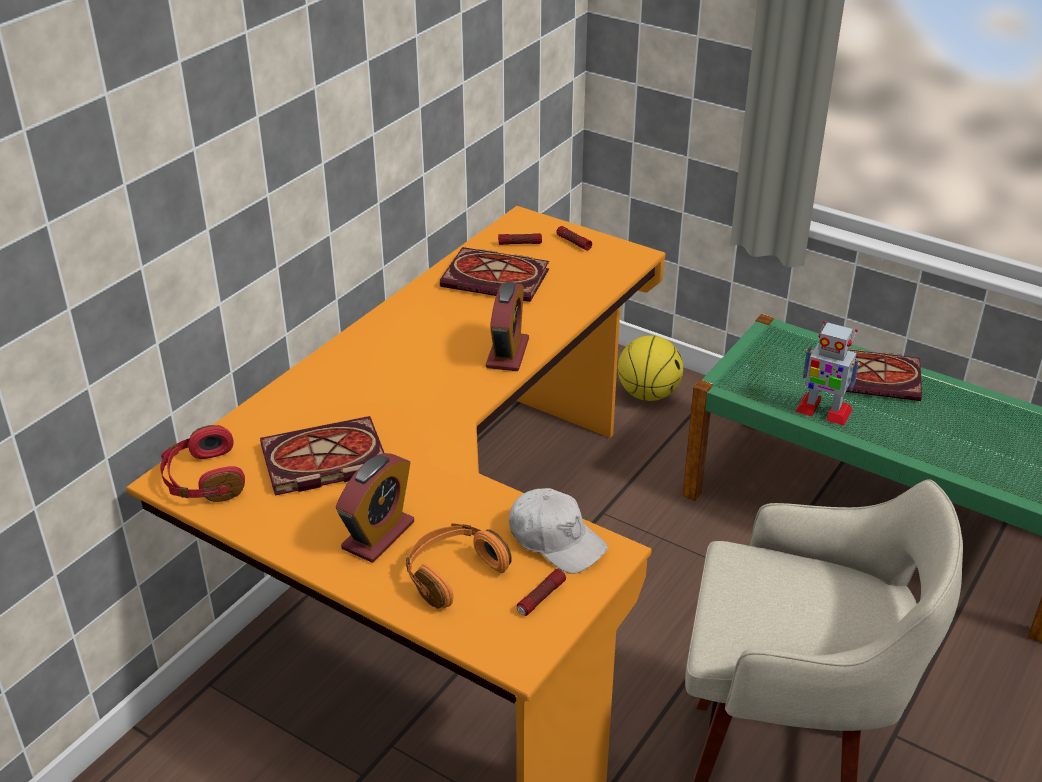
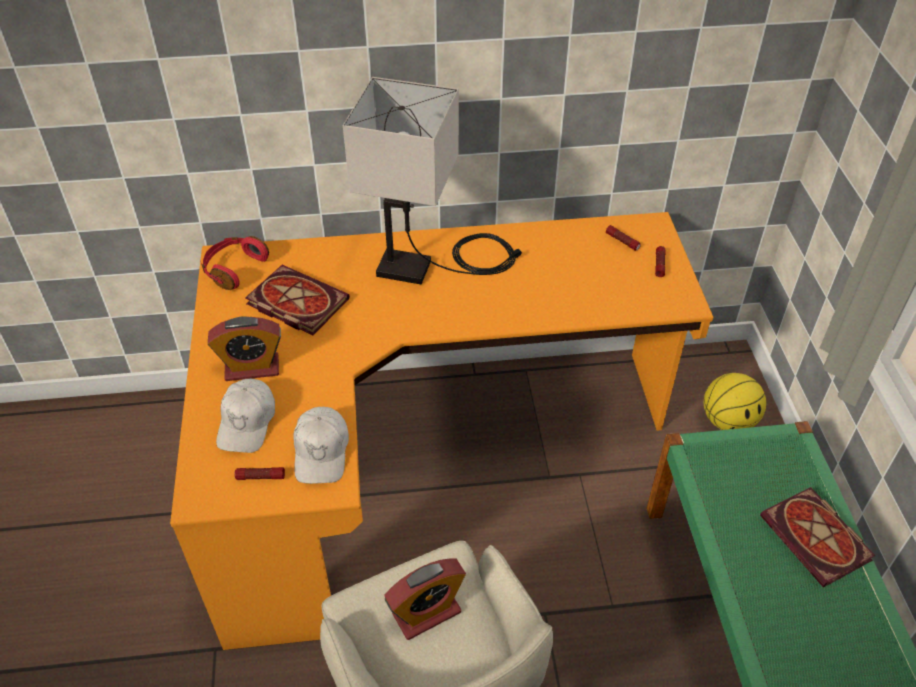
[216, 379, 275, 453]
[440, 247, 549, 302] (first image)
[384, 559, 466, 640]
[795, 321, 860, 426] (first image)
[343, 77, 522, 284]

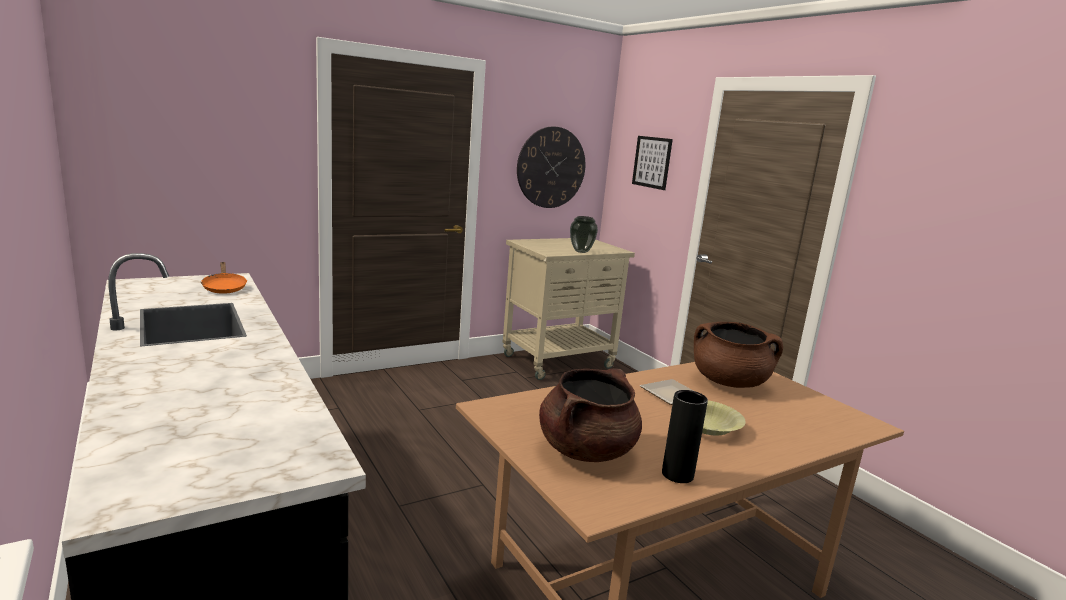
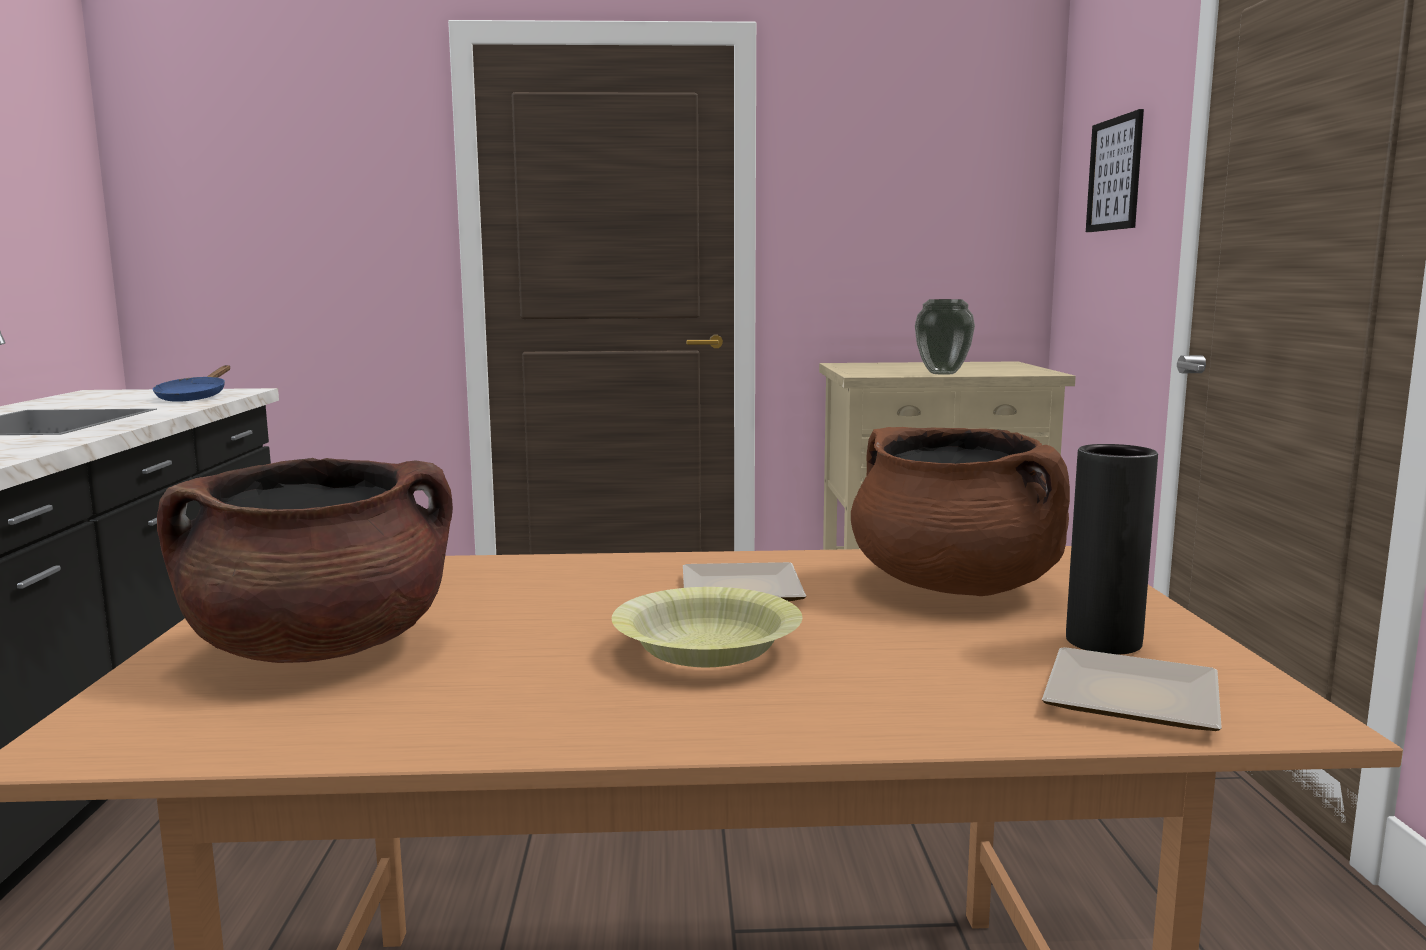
[153, 365, 230, 402]
[517, 126, 585, 208] (first image)
[1066, 444, 1158, 654]
[1042, 647, 1222, 731]

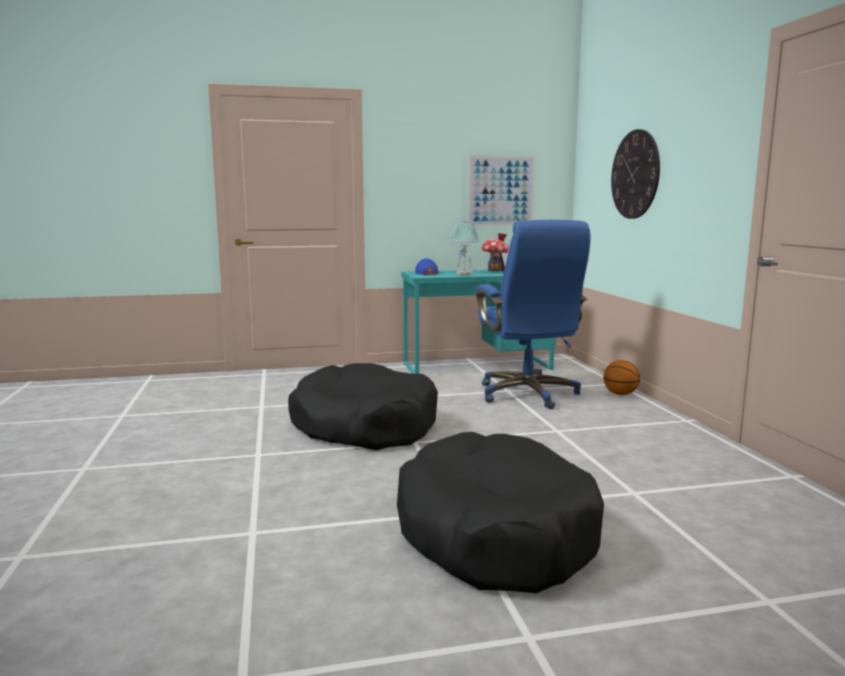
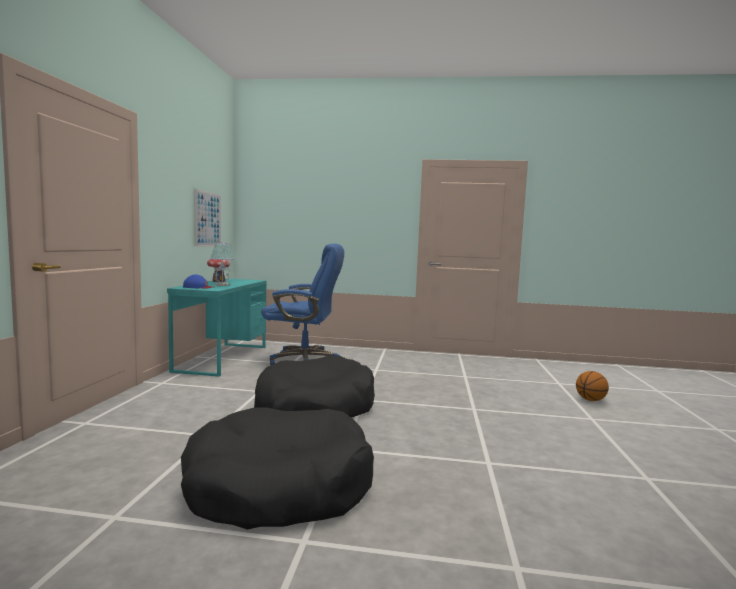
[181, 407, 374, 530]
[576, 371, 609, 401]
[611, 129, 660, 219] (first image)

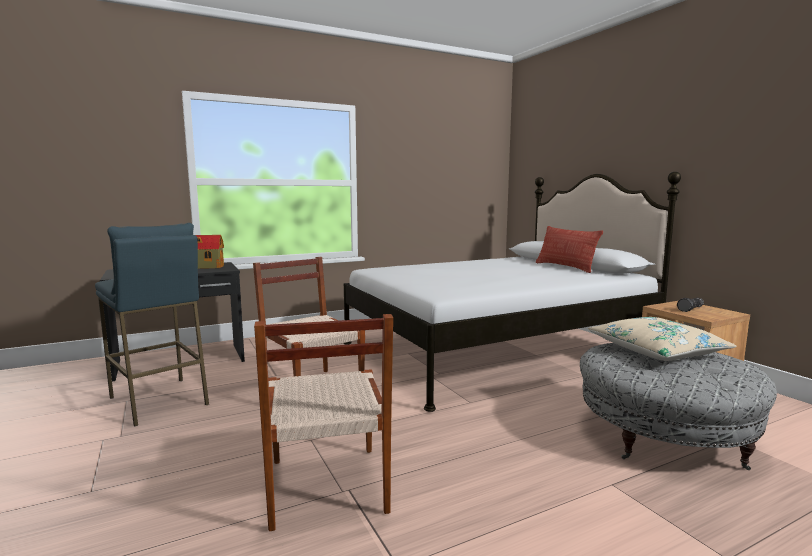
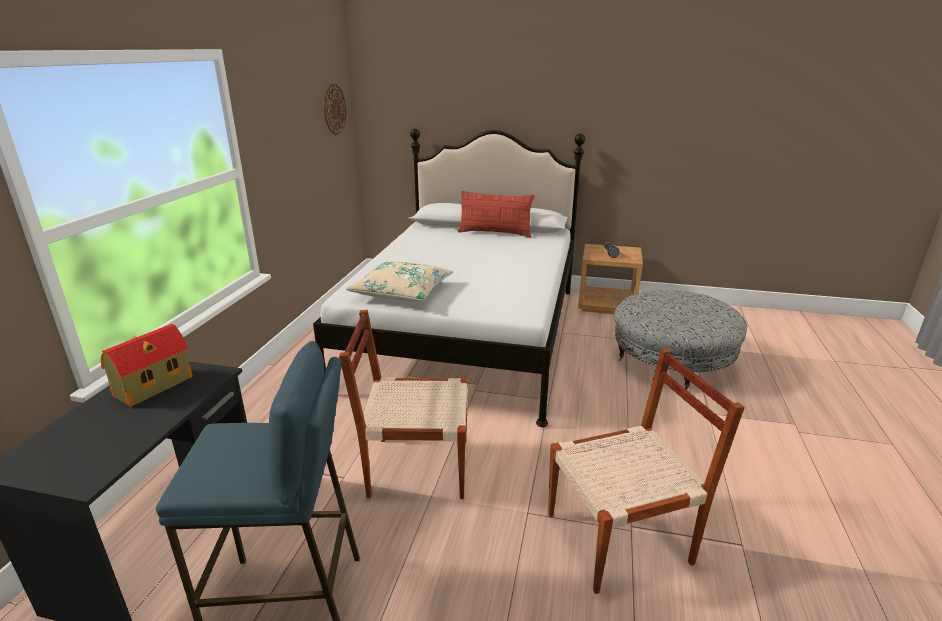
[548, 349, 745, 594]
[346, 261, 454, 302]
[324, 84, 347, 135]

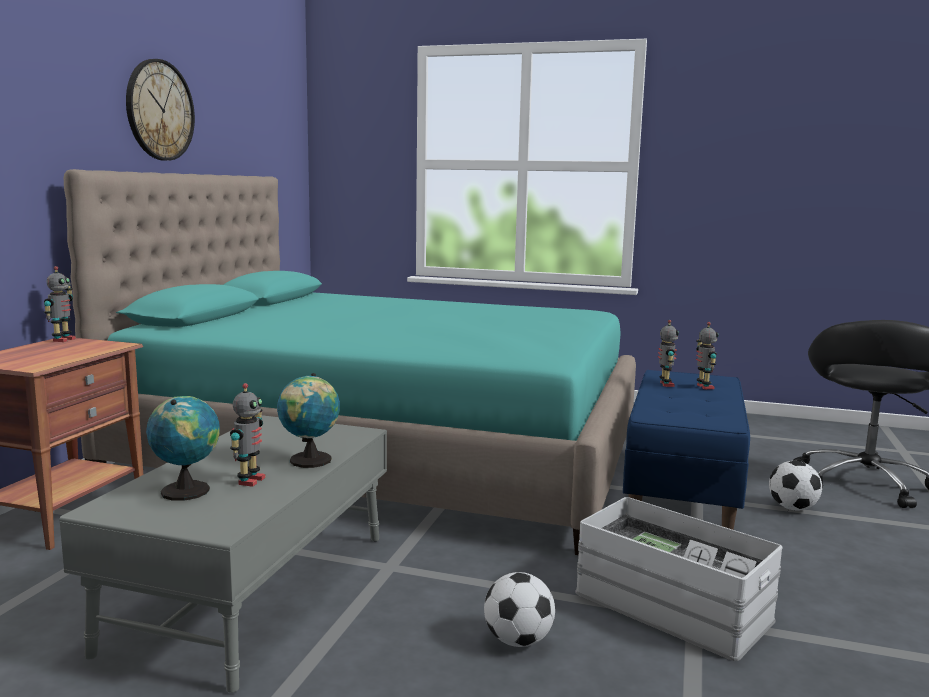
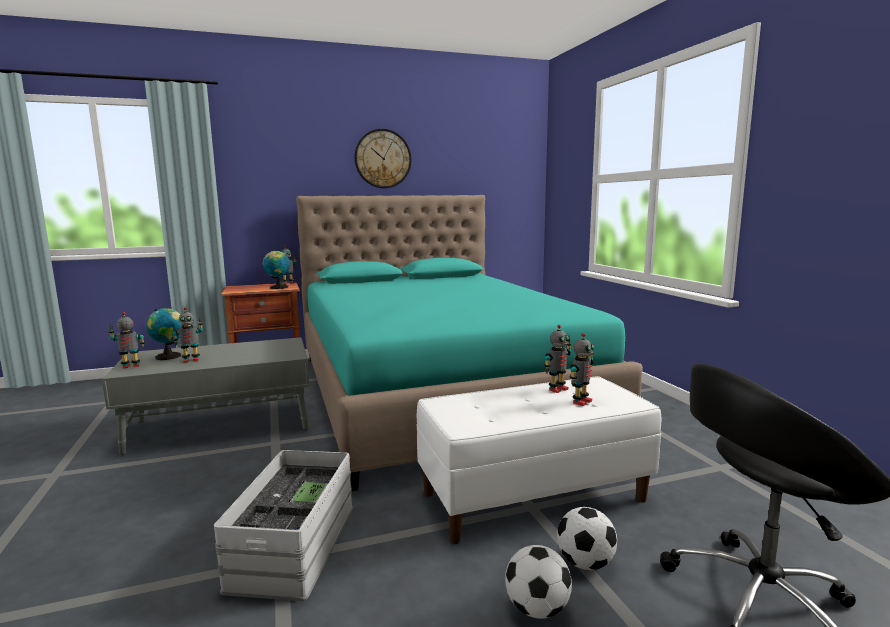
[263, 250, 290, 289]
[505, 545, 572, 619]
[416, 376, 661, 544]
[109, 312, 145, 368]

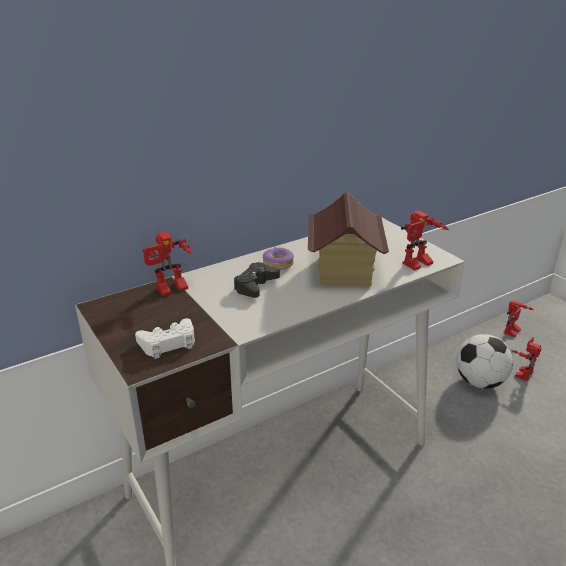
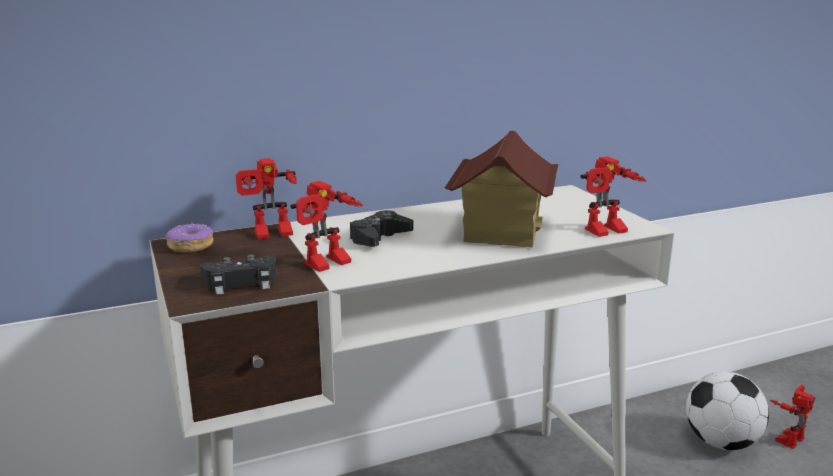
[200, 255, 277, 295]
[165, 222, 214, 252]
[291, 181, 363, 272]

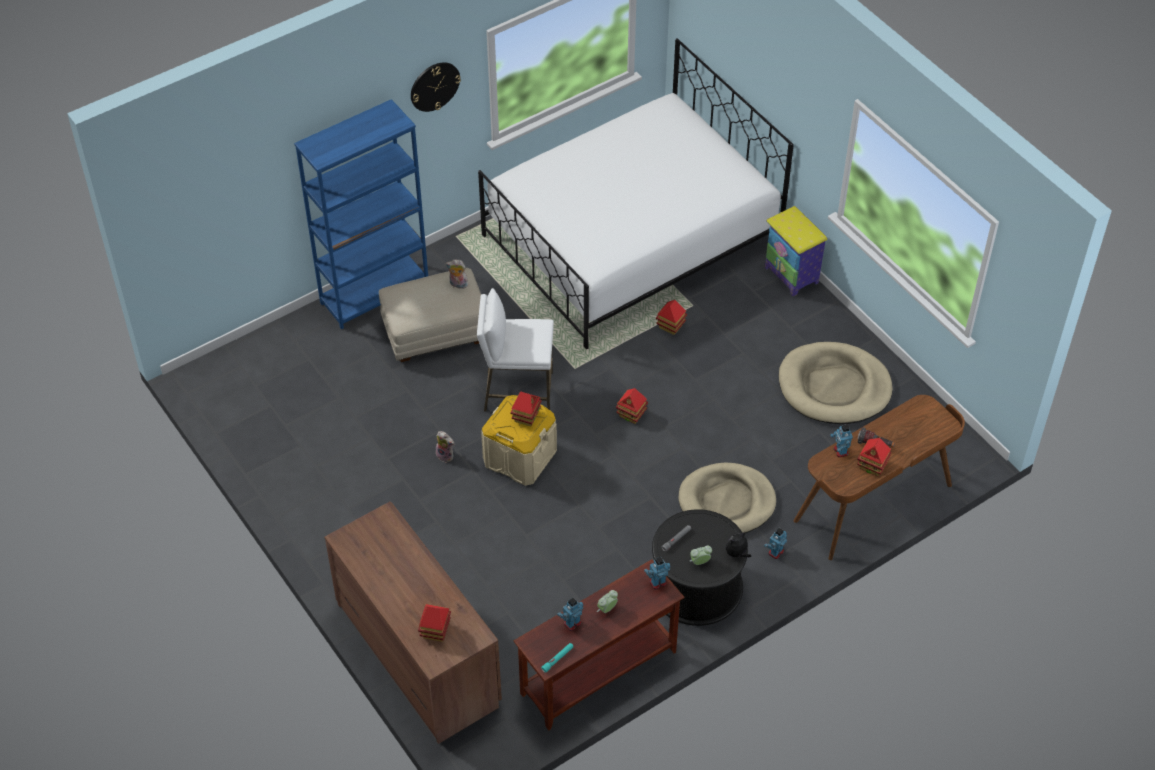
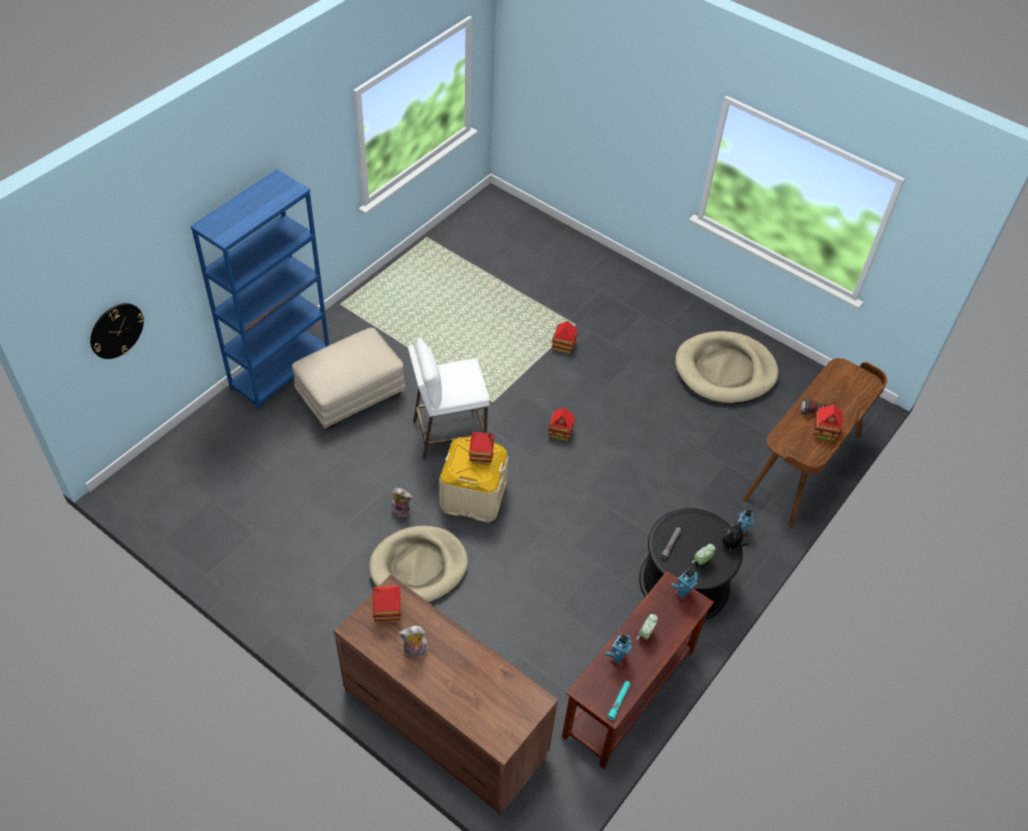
[90, 303, 144, 359]
[373, 586, 401, 623]
[398, 626, 428, 656]
[478, 38, 794, 350] (first image)
[369, 526, 468, 603]
[765, 206, 828, 296] (first image)
[830, 424, 853, 457] (first image)

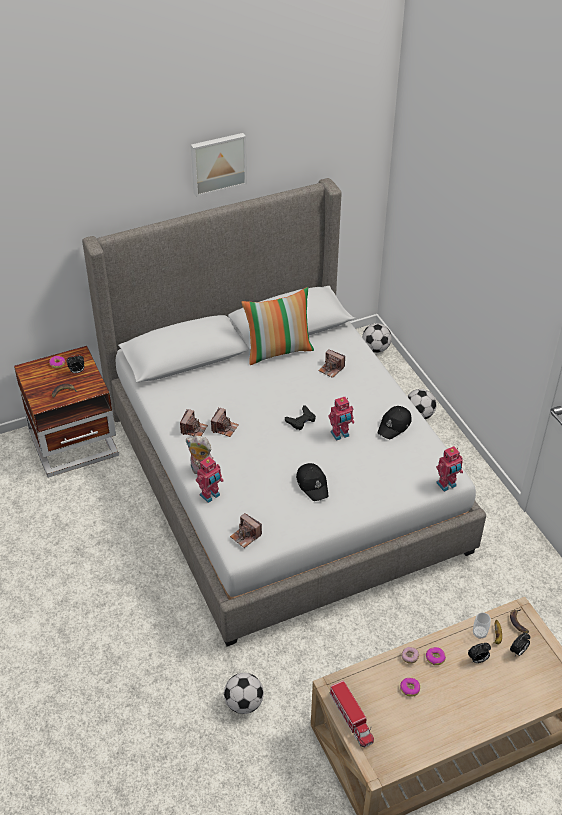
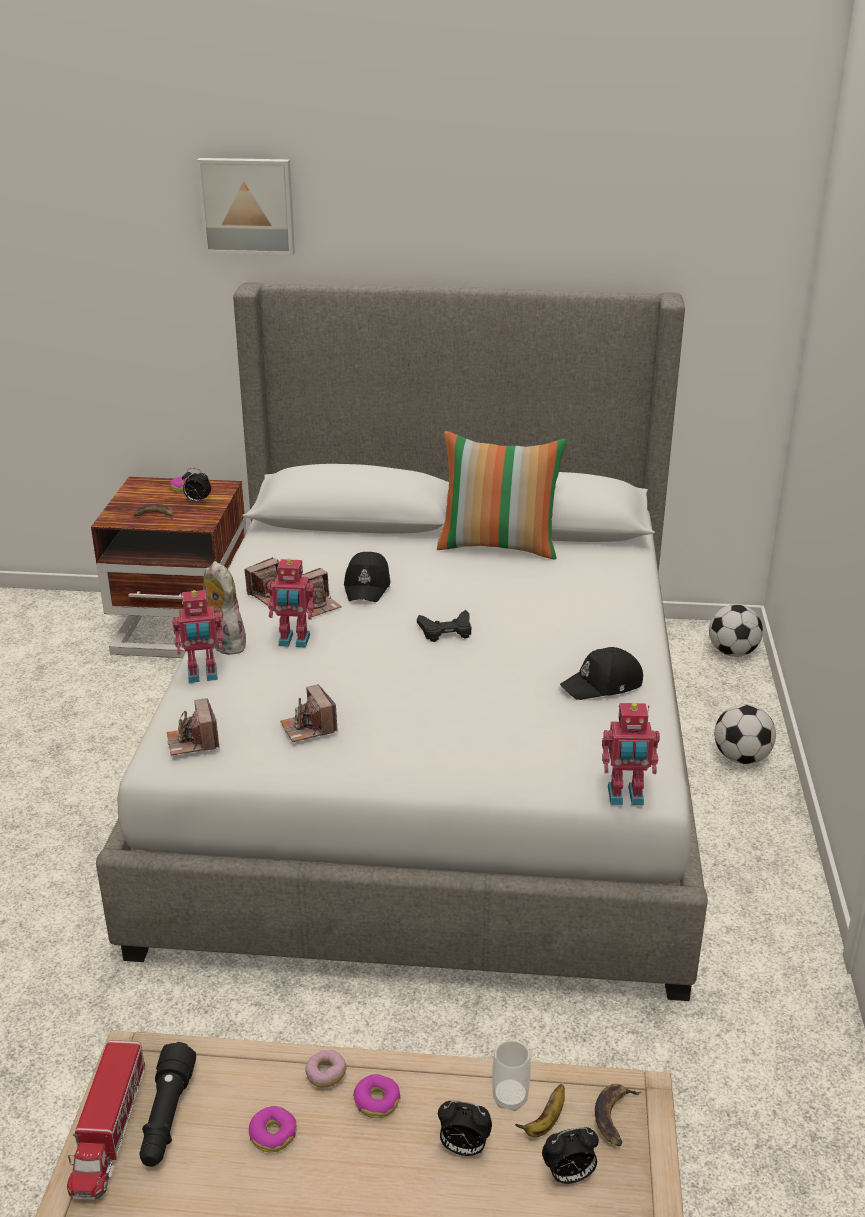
[196, 158, 295, 255]
[224, 673, 264, 714] (first image)
[344, 552, 390, 602]
[280, 684, 338, 742]
[268, 559, 316, 647]
[139, 1042, 196, 1167]

